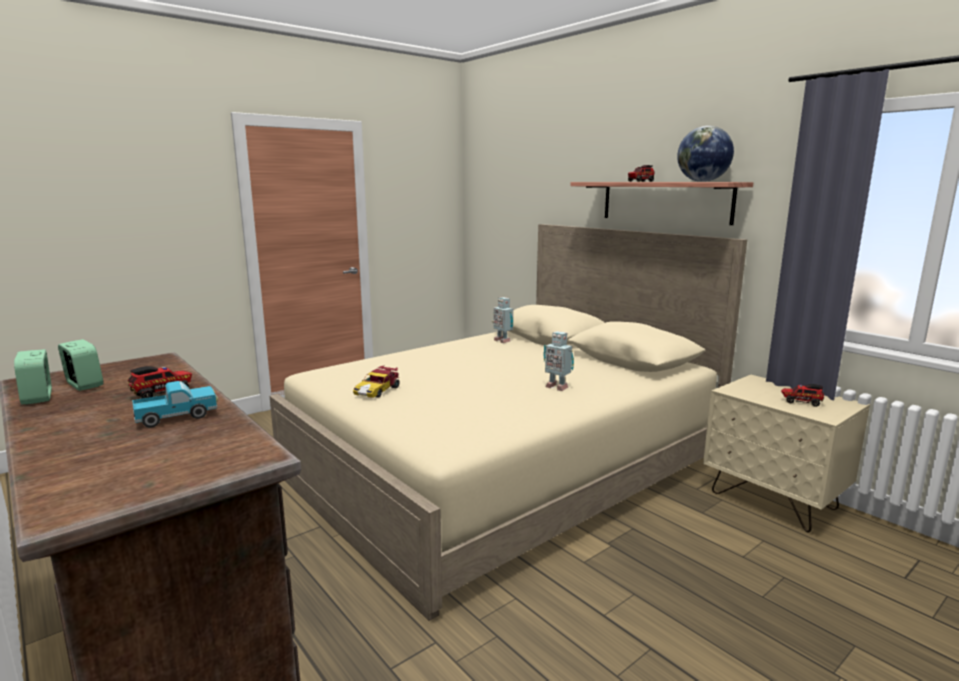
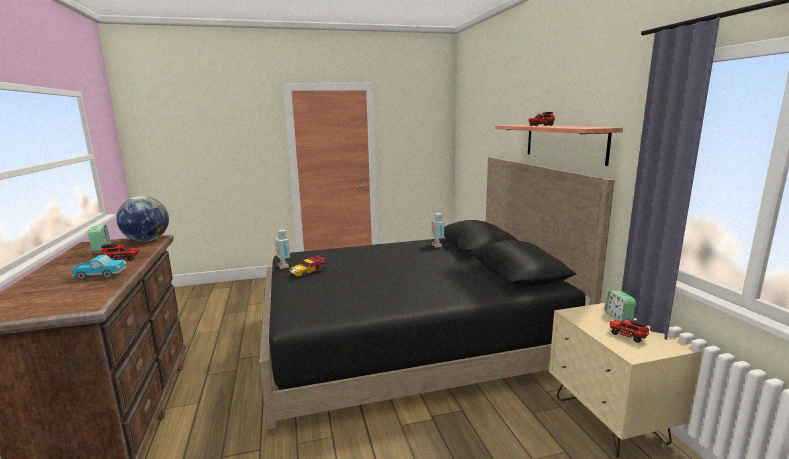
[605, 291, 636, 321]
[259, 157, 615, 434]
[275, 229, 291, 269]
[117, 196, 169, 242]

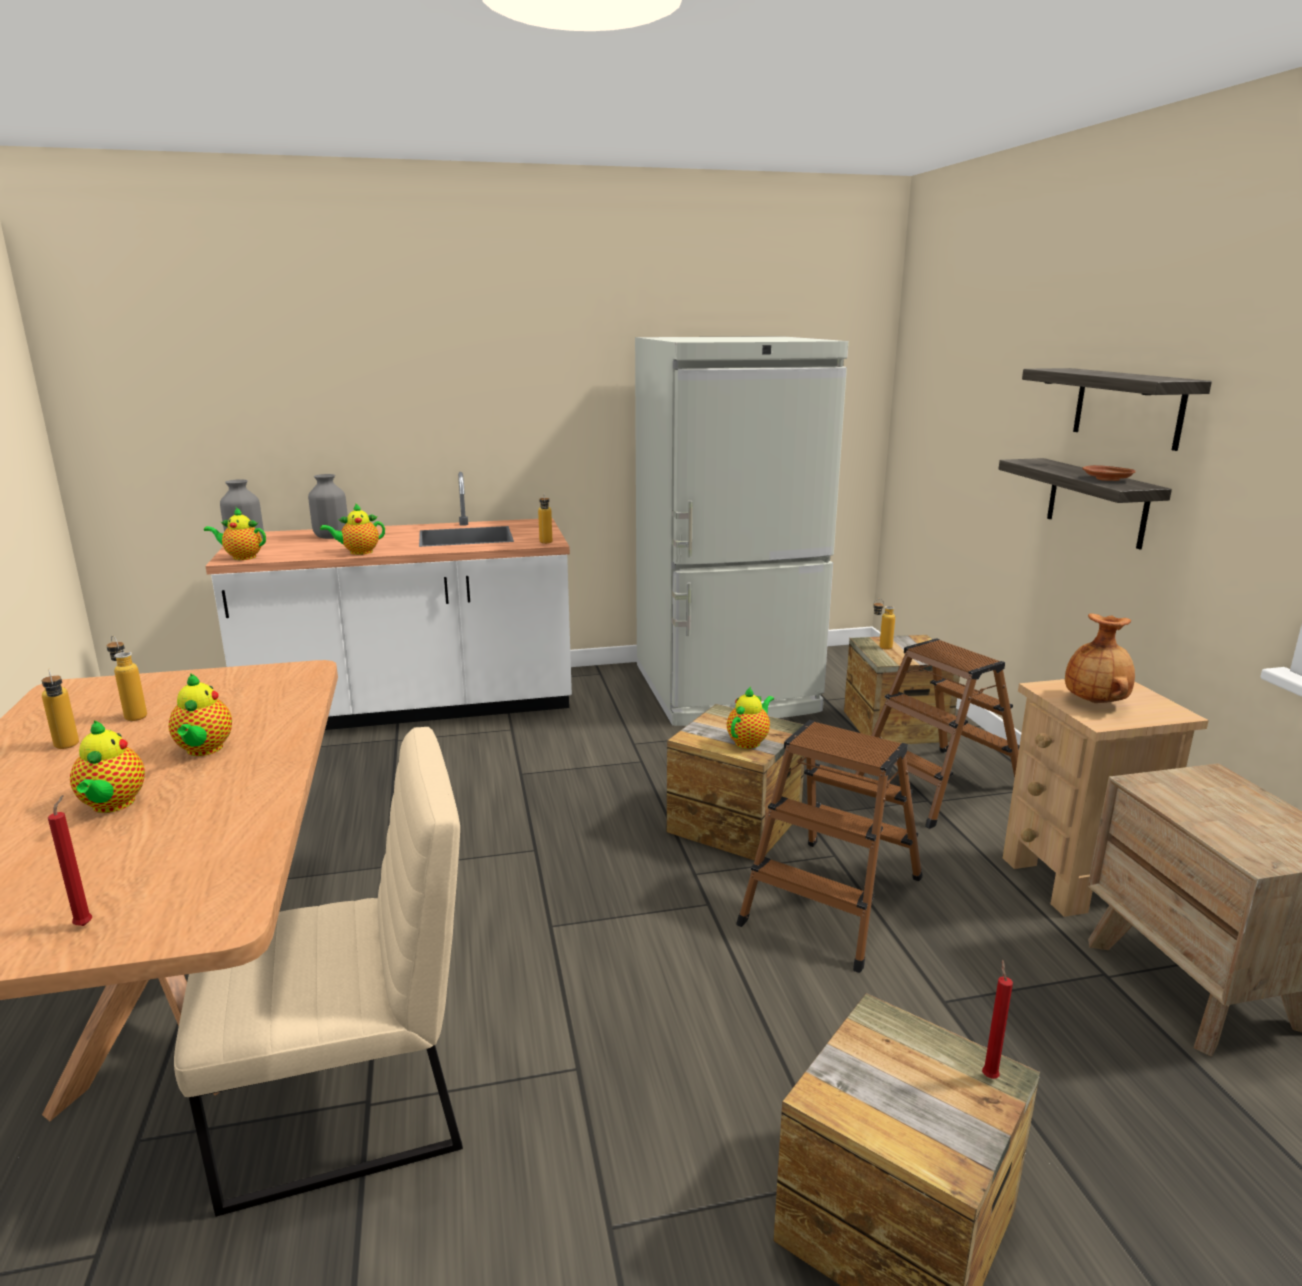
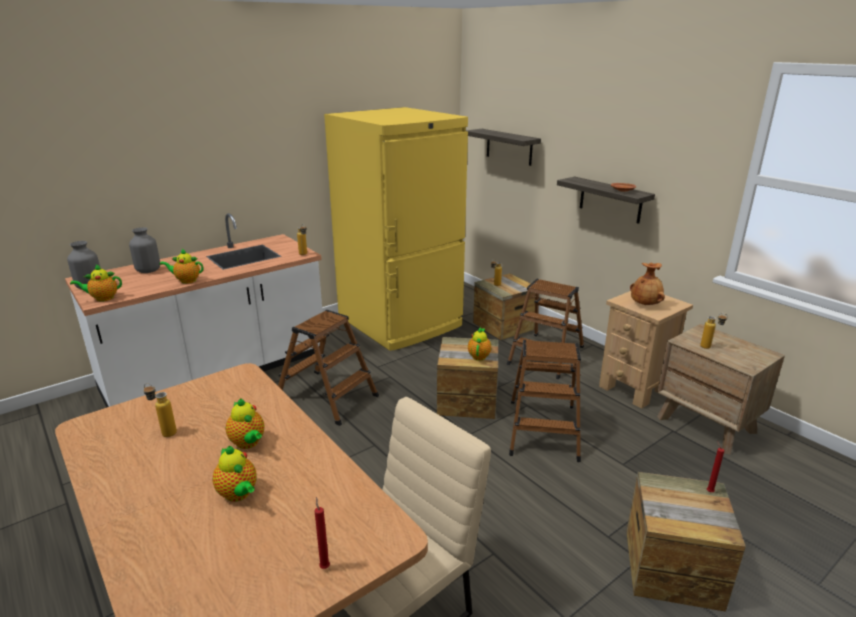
[700, 313, 728, 349]
[159, 249, 204, 284]
[324, 107, 468, 351]
[466, 129, 541, 166]
[278, 310, 379, 426]

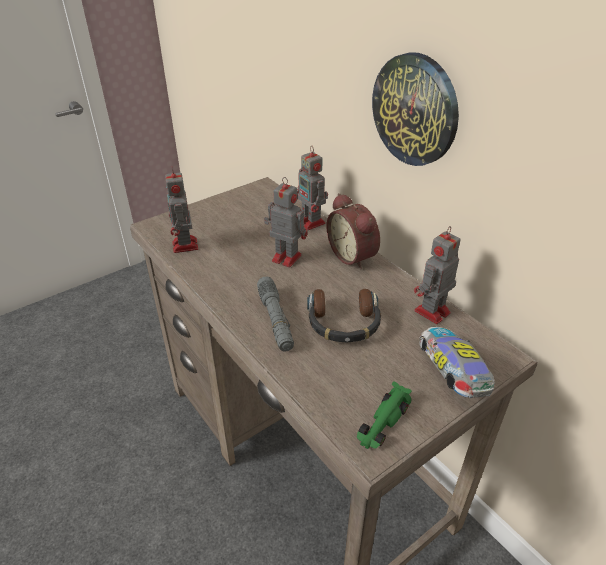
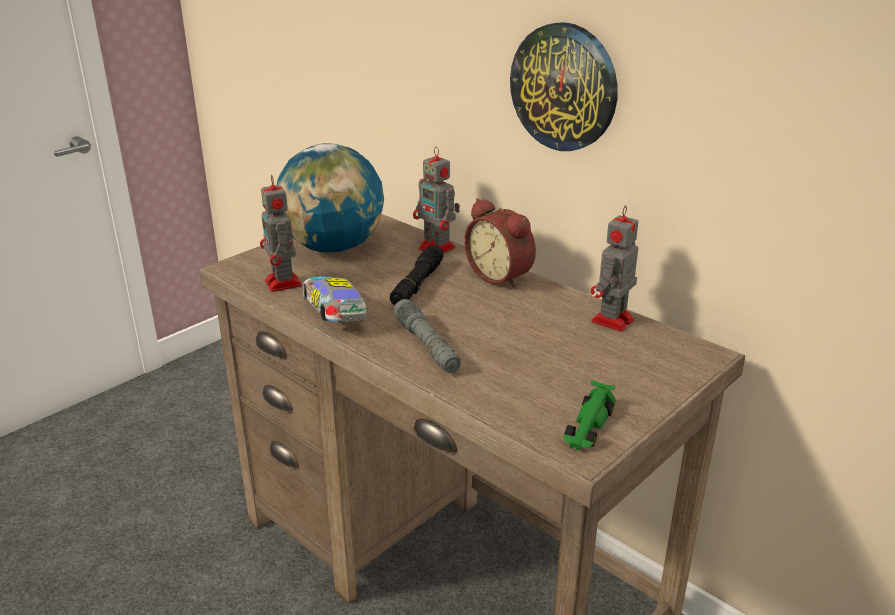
[390, 245, 443, 305]
[307, 289, 381, 342] (first image)
[302, 276, 367, 322]
[277, 143, 384, 253]

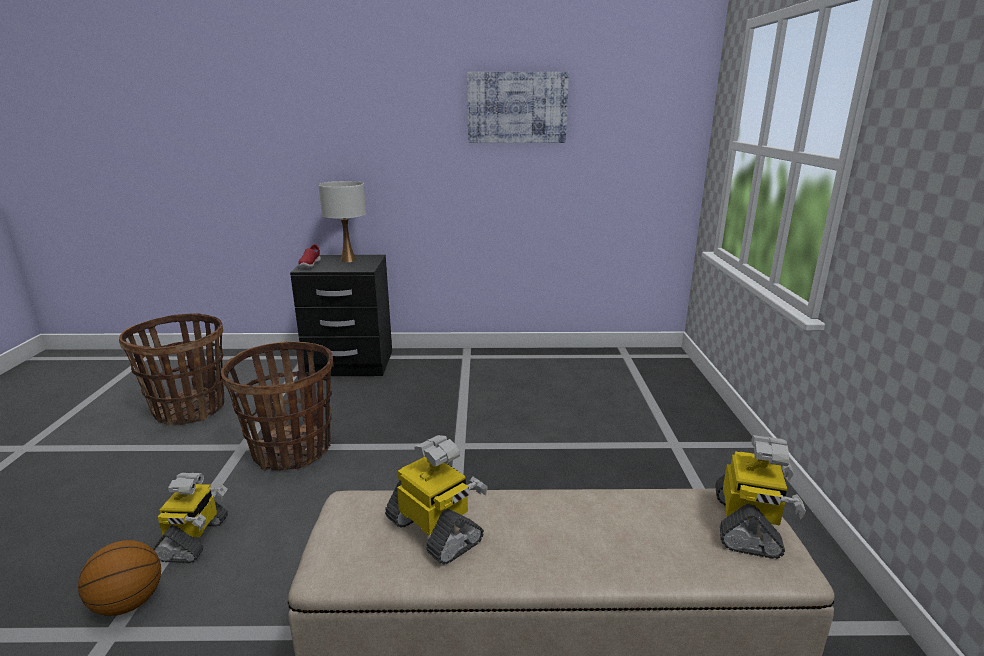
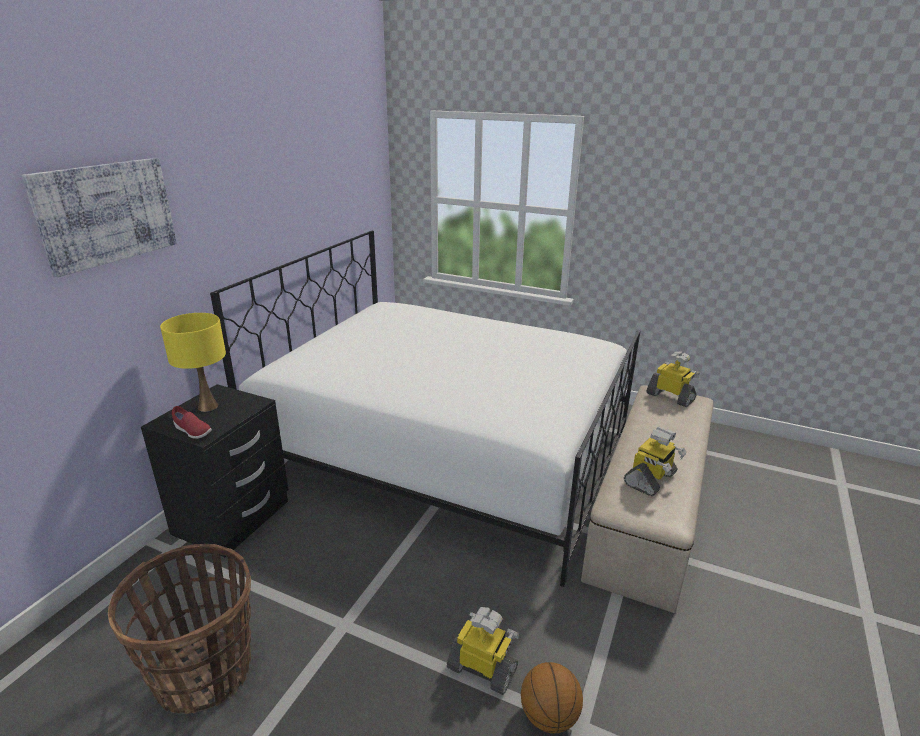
[221, 341, 334, 471] (first image)
[160, 313, 226, 412]
[624, 427, 687, 496]
[22, 158, 177, 277]
[210, 231, 641, 587]

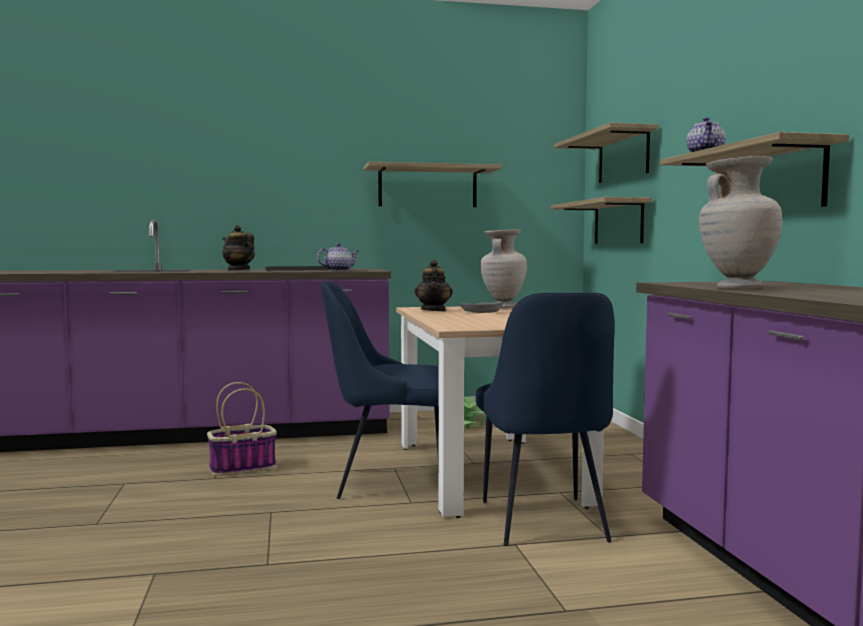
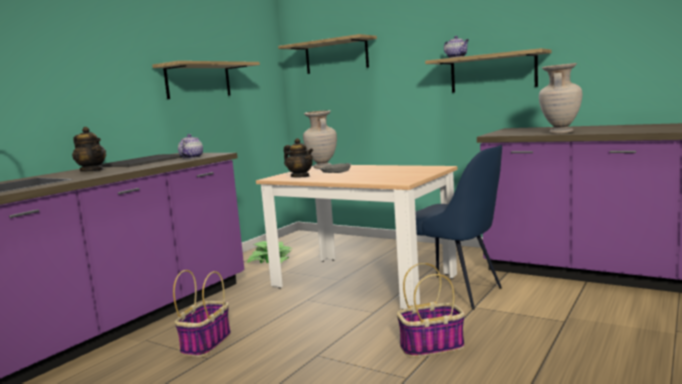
[72, 127, 106, 171]
[321, 281, 439, 499] (first image)
[551, 197, 652, 244] (first image)
[397, 263, 465, 358]

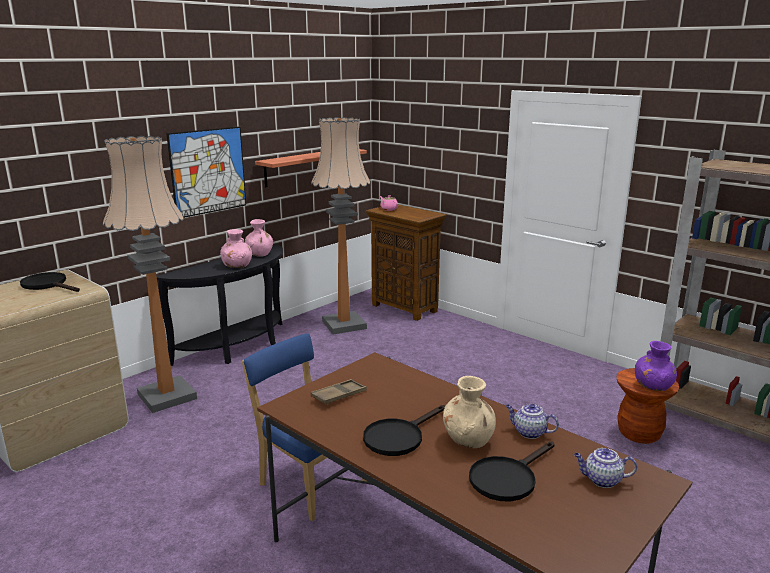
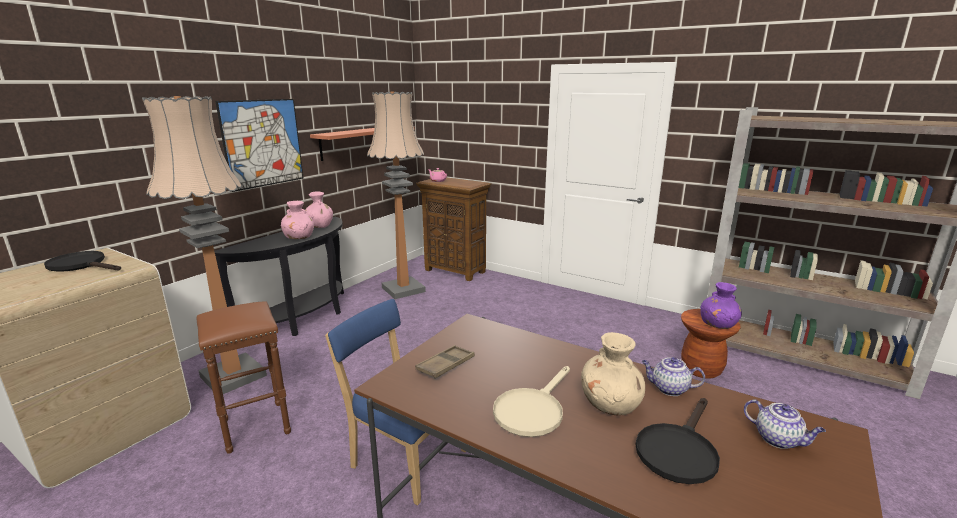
[493, 366, 570, 437]
[744, 399, 826, 449]
[197, 301, 291, 454]

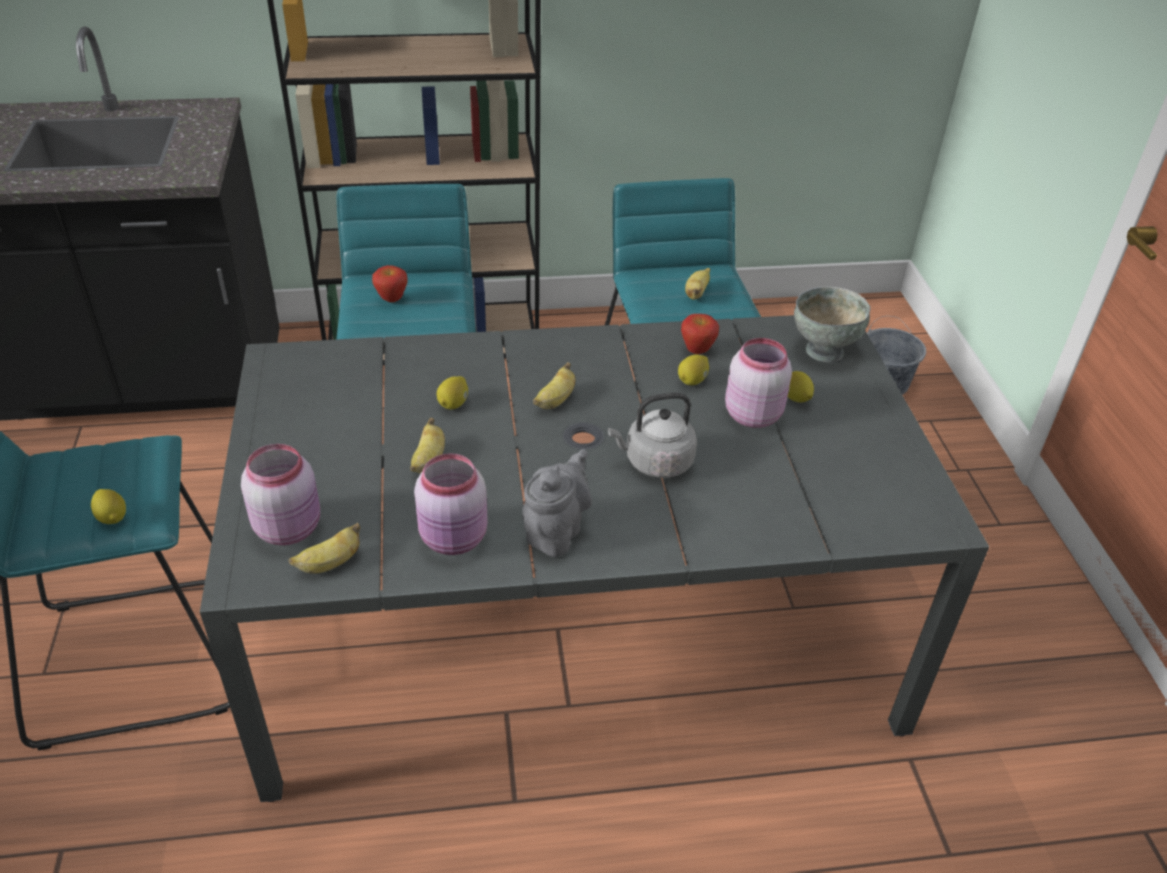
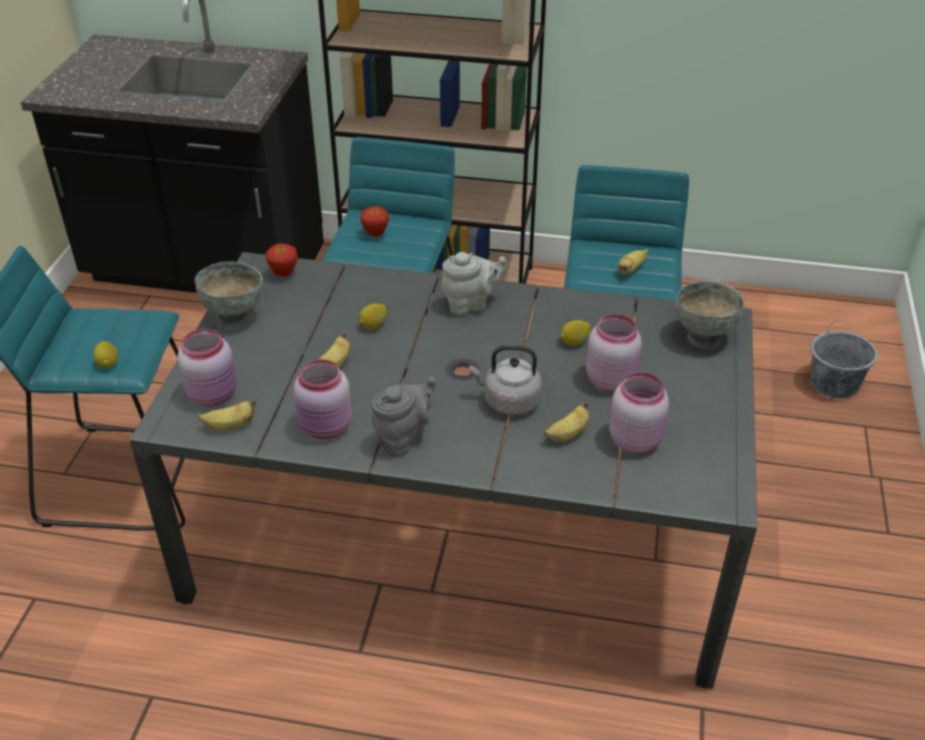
[544, 402, 590, 442]
[266, 243, 298, 277]
[787, 371, 814, 402] (first image)
[195, 262, 263, 328]
[442, 252, 507, 315]
[609, 372, 669, 453]

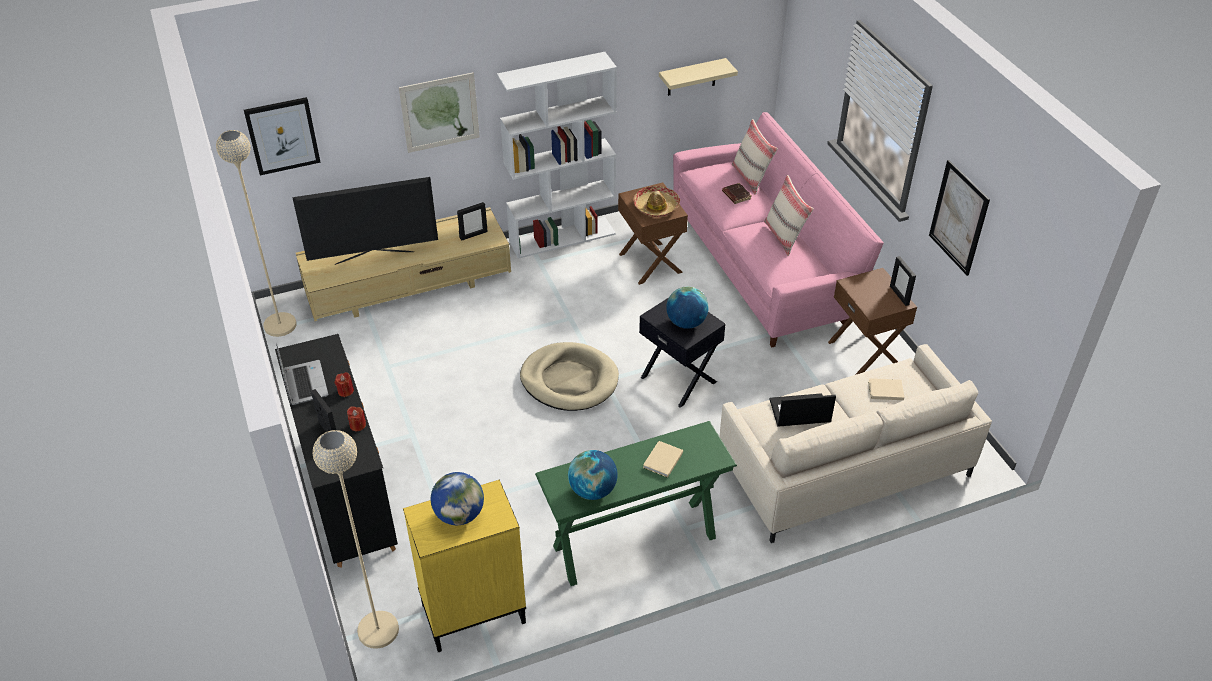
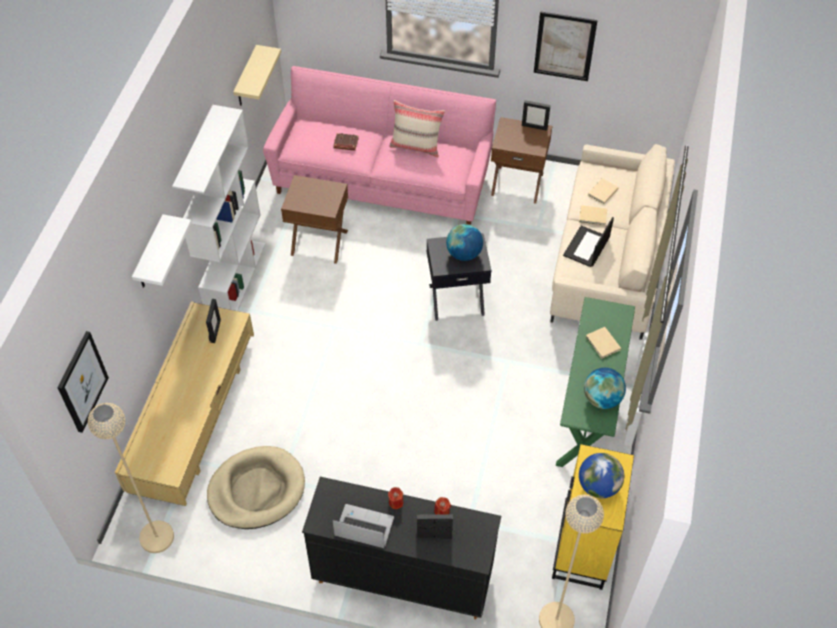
[292, 177, 438, 265] (first image)
[132, 214, 192, 288]
[207, 446, 305, 529]
[633, 186, 680, 217] (first image)
[732, 119, 778, 195] (first image)
[579, 205, 607, 226]

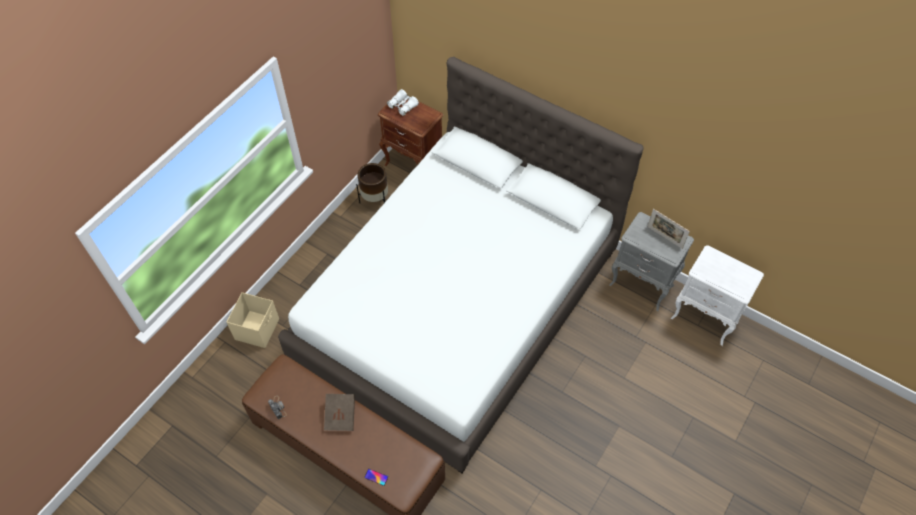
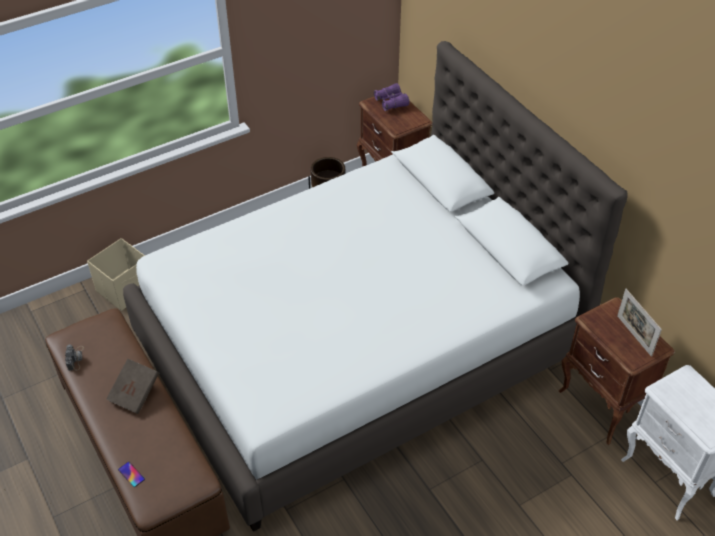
[374, 83, 409, 111]
[558, 297, 675, 445]

